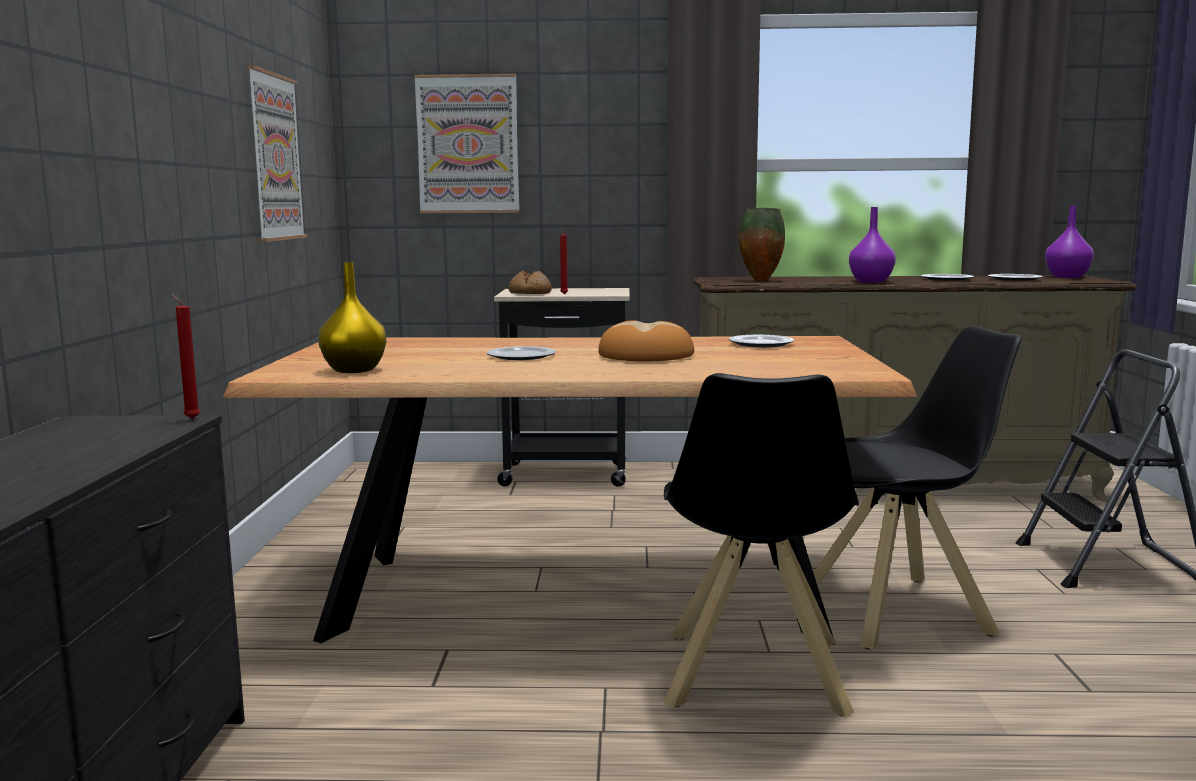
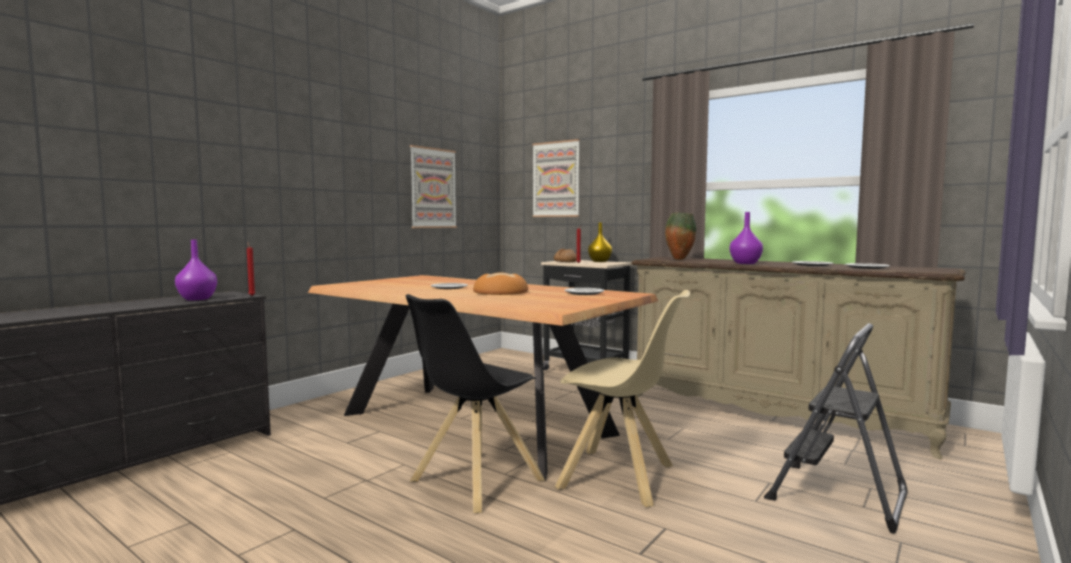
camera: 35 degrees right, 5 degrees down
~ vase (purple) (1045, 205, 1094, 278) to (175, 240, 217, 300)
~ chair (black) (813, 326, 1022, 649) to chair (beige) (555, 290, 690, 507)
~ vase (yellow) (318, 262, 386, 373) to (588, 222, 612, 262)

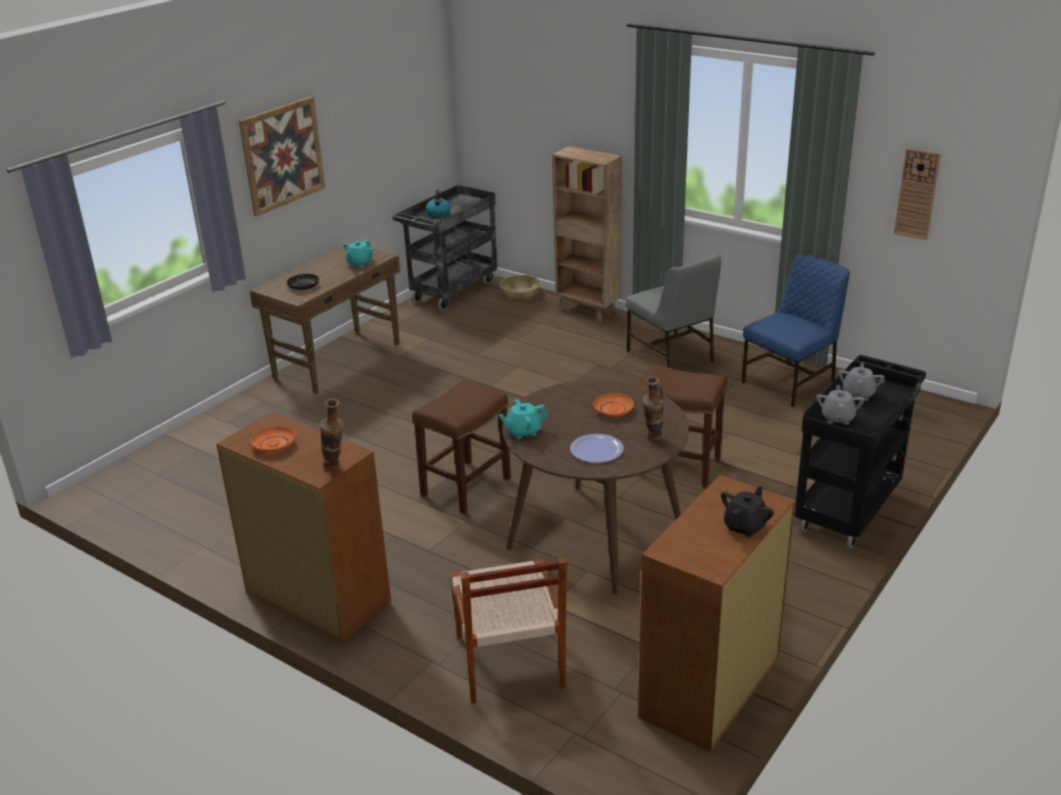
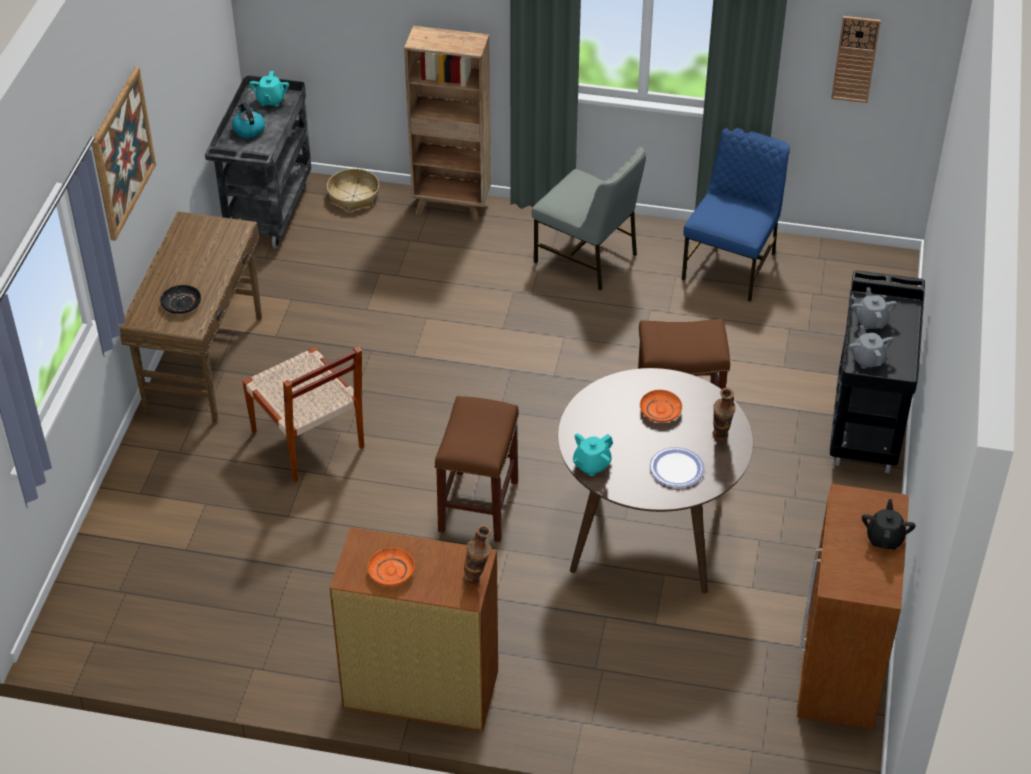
camera: 25 degrees left, 15 degrees up
~ chair (450, 557, 567, 704) to (242, 346, 364, 482)
~ teapot (turquoise) (343, 240, 373, 268) to (249, 71, 289, 106)

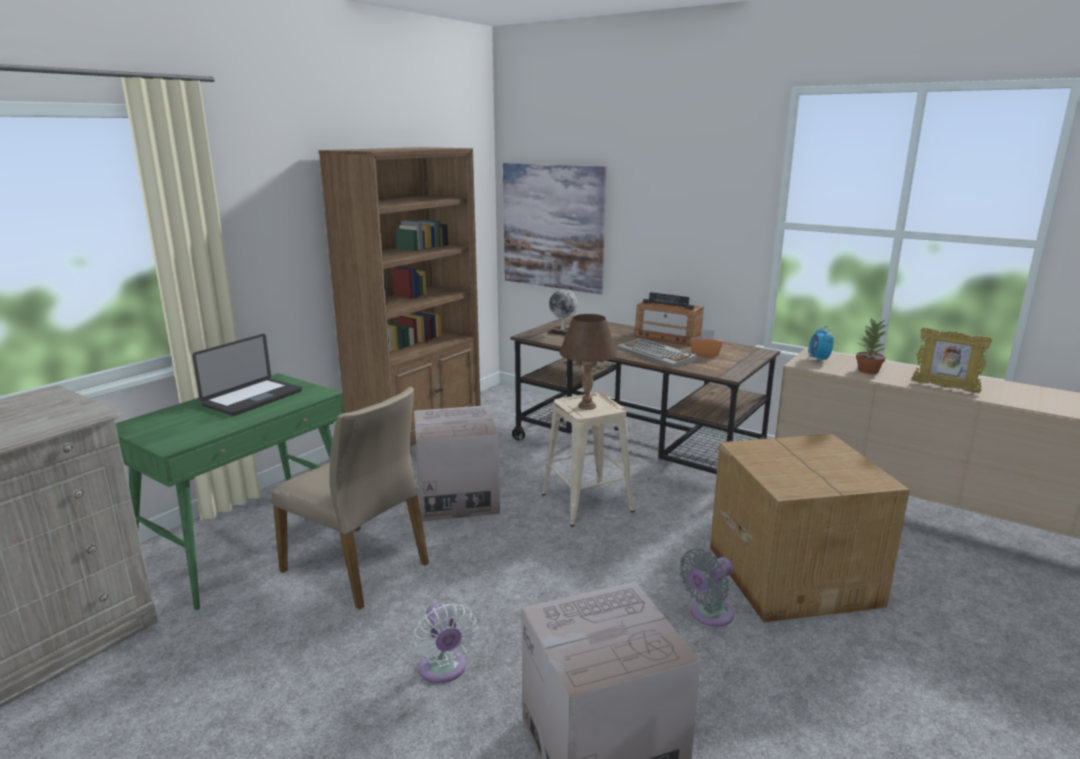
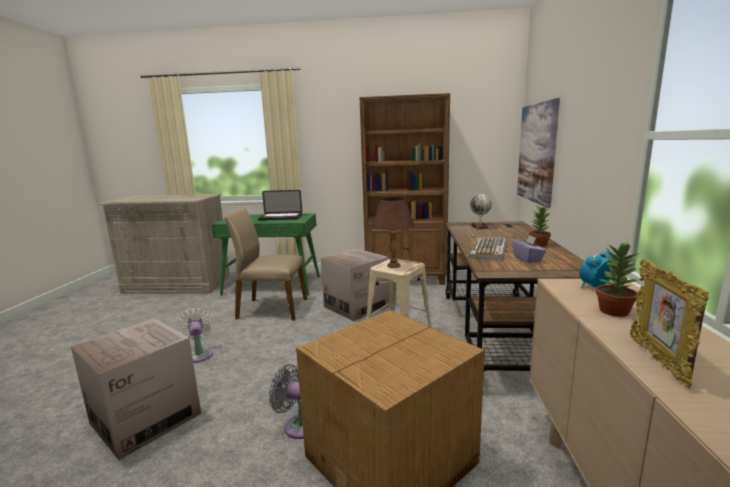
camera: 60 degrees right, 5 degrees down
~ fan (white) (413, 603, 478, 684) = (177, 308, 213, 363) 120 degrees clockwise
~ chair (beige) (271, 387, 429, 610) = (224, 208, 307, 321) 90 degrees clockwise
~ tissue box (orange) (690, 329, 723, 357) to tissue box (purple) (512, 235, 546, 263)
~ radio (634, 292, 704, 346) to potted plant (529, 205, 551, 247)

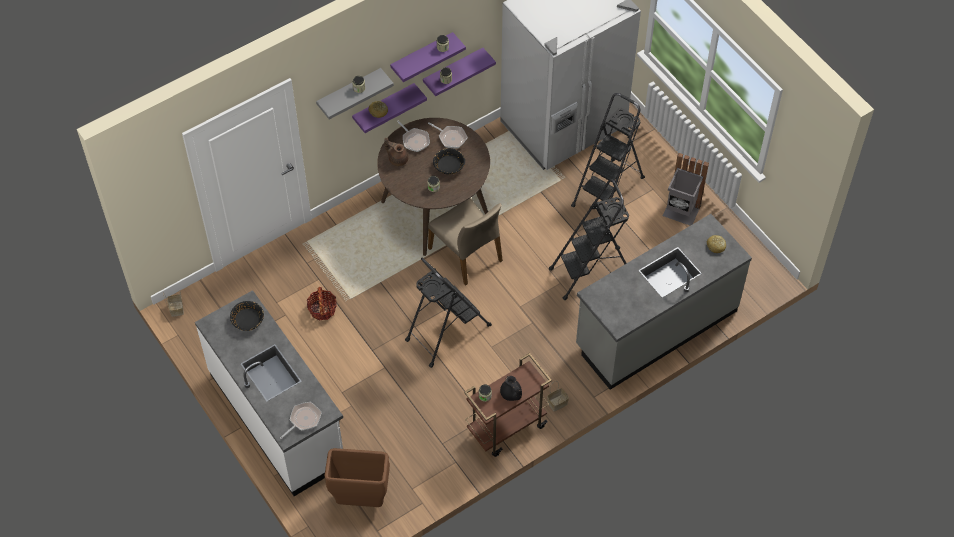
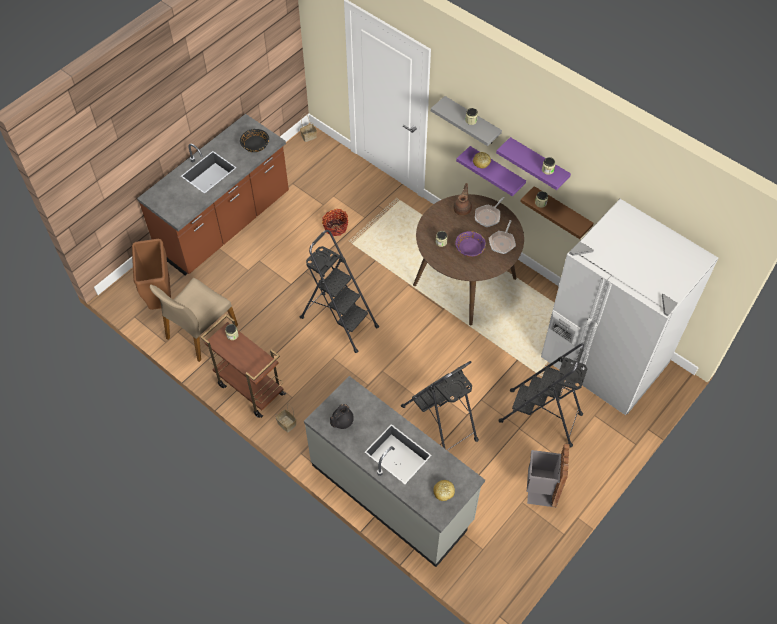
camera: 75 degrees right, 0 degrees up
~ counter (white) (195, 290, 343, 496) to counter (brown) (137, 114, 289, 275)
~ chair (beige) (428, 198, 503, 286) to (150, 278, 238, 362)
~ teapot (black) (500, 376, 522, 401) to (330, 404, 354, 429)
~ bowl (black) (433, 148, 465, 175) to bowl (purple) (455, 231, 486, 257)
~ shelf (purple) (423, 48, 496, 96) to shelf (brown) (520, 186, 593, 239)
- frying pan (280, 402, 322, 439)

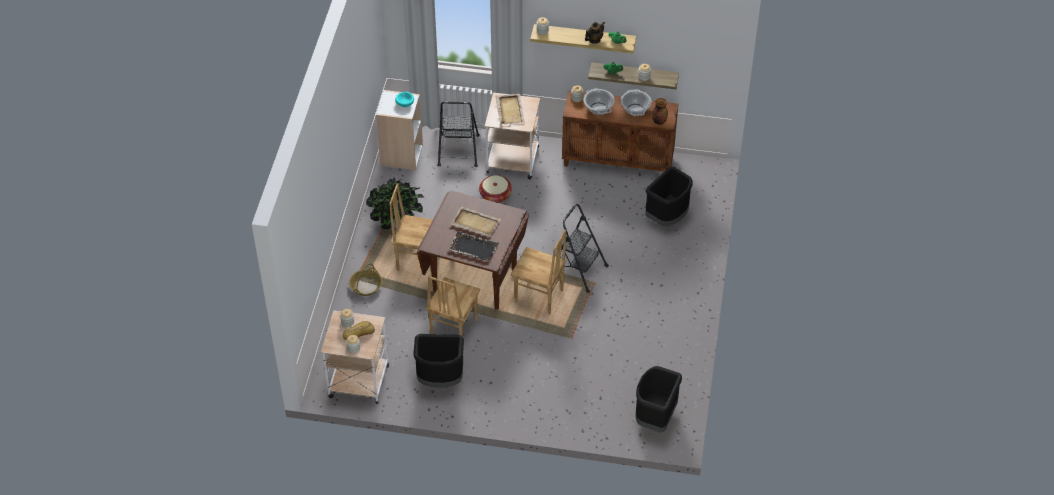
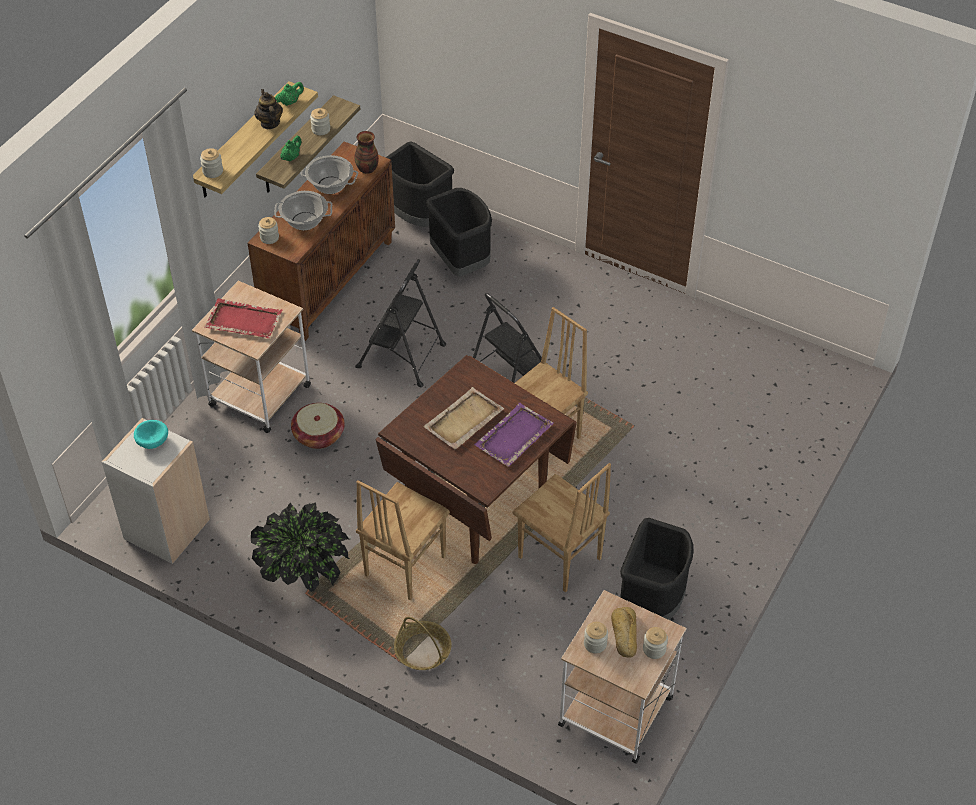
camera: 70 degrees left, 0 degrees up
~ tray (beige) (495, 94, 525, 125) to tray (red) (204, 298, 283, 338)
~ step ladder (black) (437, 101, 480, 167) to (355, 259, 446, 387)
~ trash can (black) (636, 366, 682, 433) to (386, 142, 454, 227)
~ tray (black) (448, 231, 499, 261) to tray (purple) (474, 403, 554, 467)

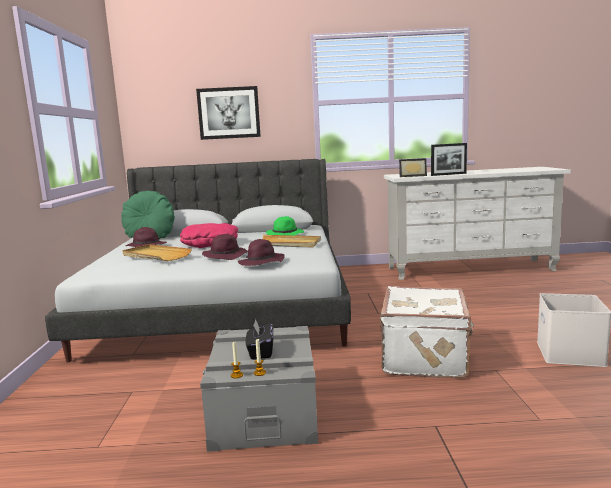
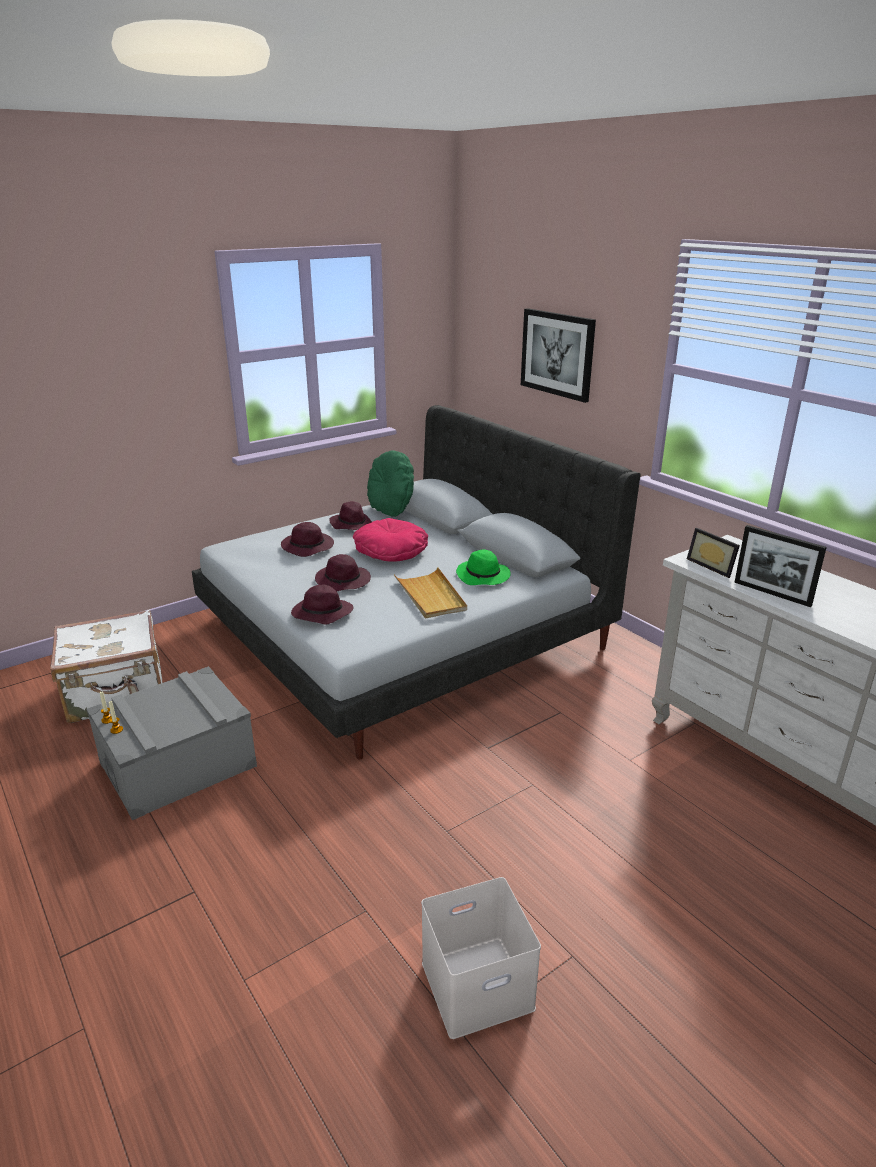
camera: 55 degrees right, 15 degrees up
~ suitcase (white) (380, 286, 474, 378) to (50, 610, 162, 723)
~ tray (beige) (122, 244, 192, 261) to hat (purple) (281, 522, 334, 557)
- tissue box (black) (246, 319, 273, 359)

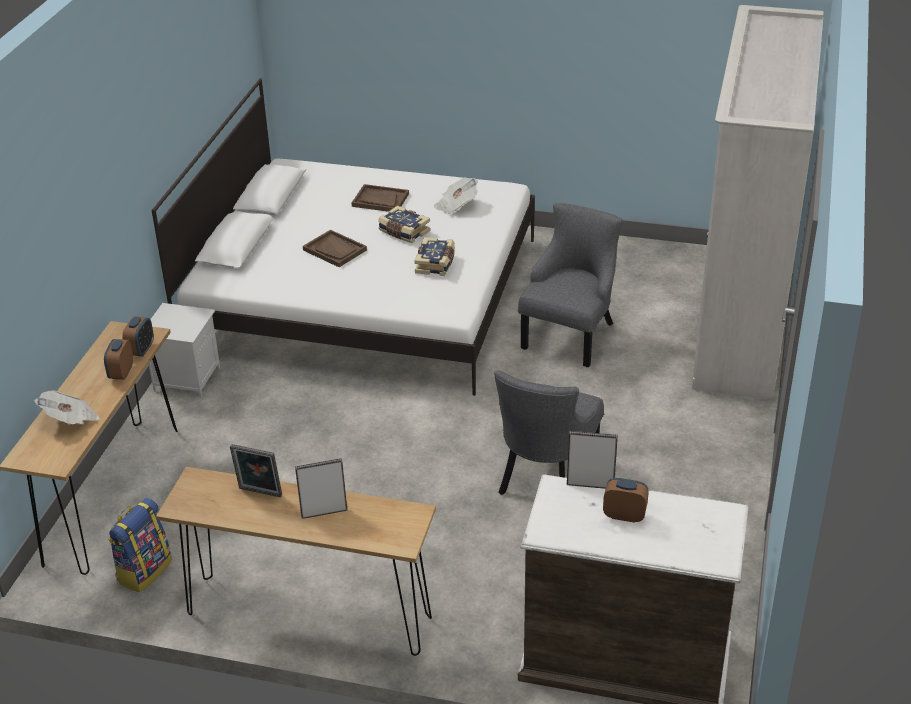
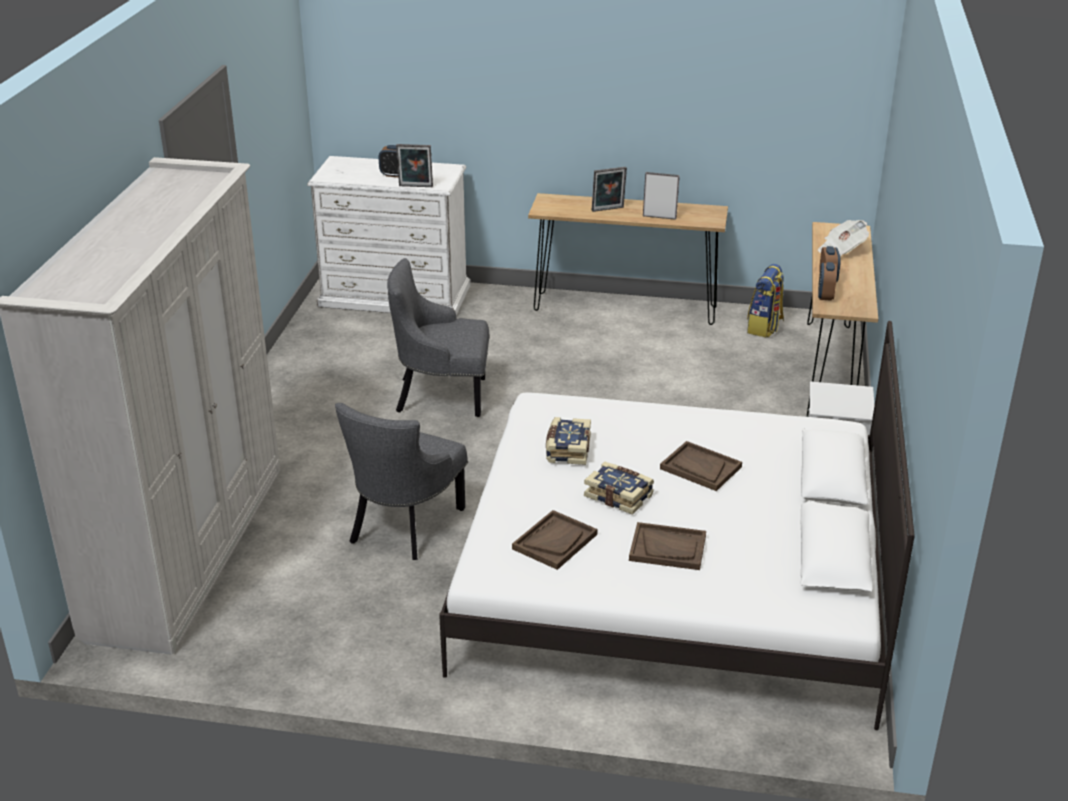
camera: 175 degrees right, 5 degrees down
~ armchair (grey) (494, 371, 604, 495) = (387, 258, 490, 417) 105 degrees counterclockwise
~ newspaper (434, 177, 478, 214) to tray (brown) (512, 510, 597, 570)

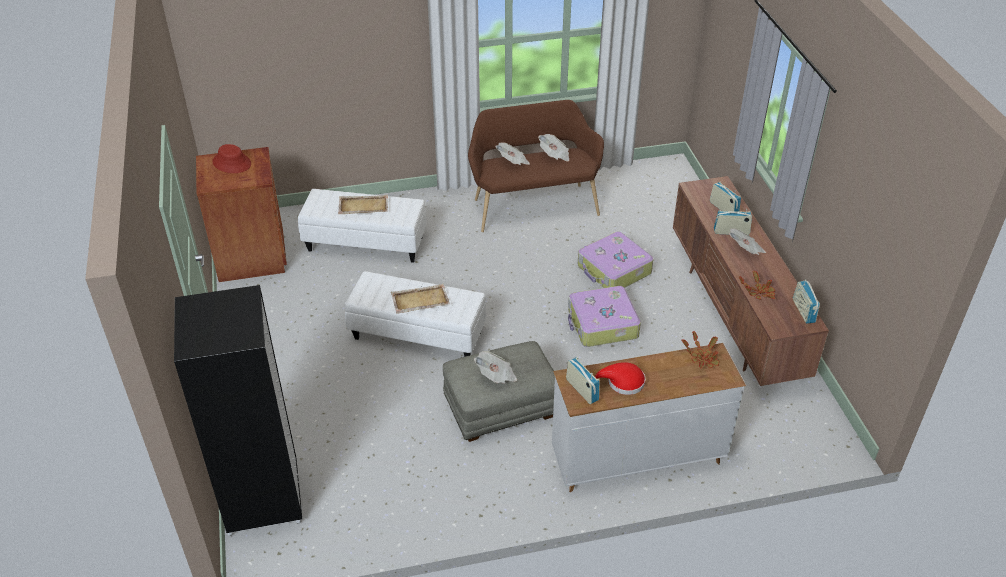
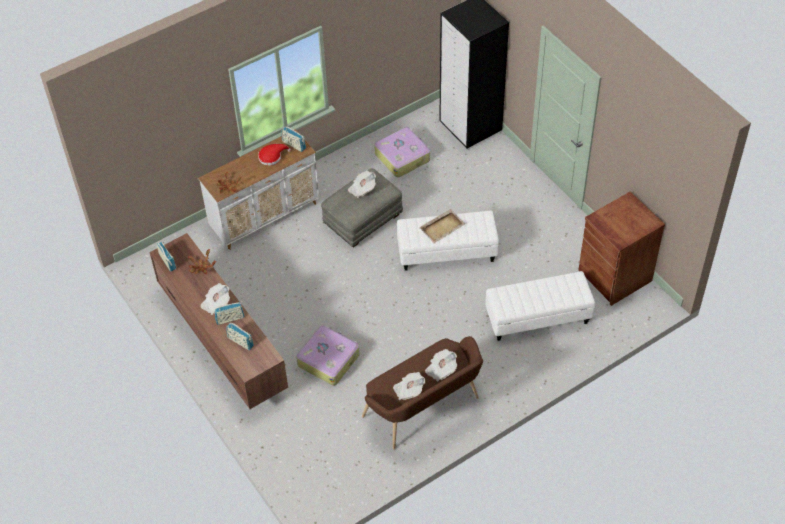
camera: 160 degrees right, 10 degrees up
~ suitcase (568, 286, 641, 347) to (374, 127, 430, 177)
- hat (red) (213, 144, 251, 173)
- tray (beige) (338, 194, 388, 214)

